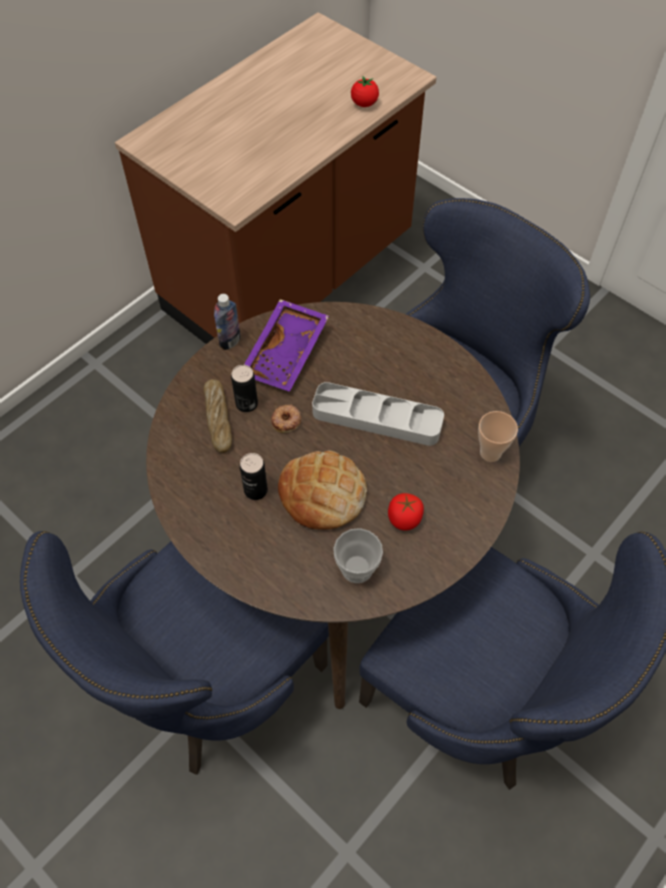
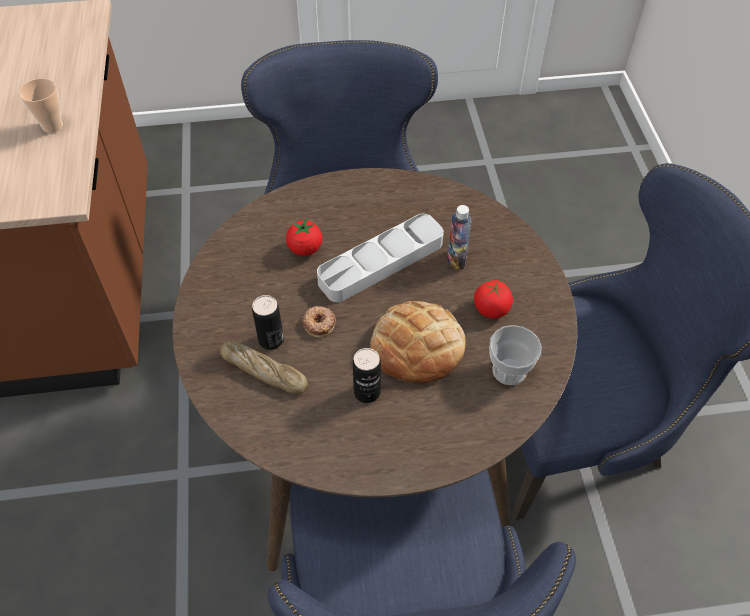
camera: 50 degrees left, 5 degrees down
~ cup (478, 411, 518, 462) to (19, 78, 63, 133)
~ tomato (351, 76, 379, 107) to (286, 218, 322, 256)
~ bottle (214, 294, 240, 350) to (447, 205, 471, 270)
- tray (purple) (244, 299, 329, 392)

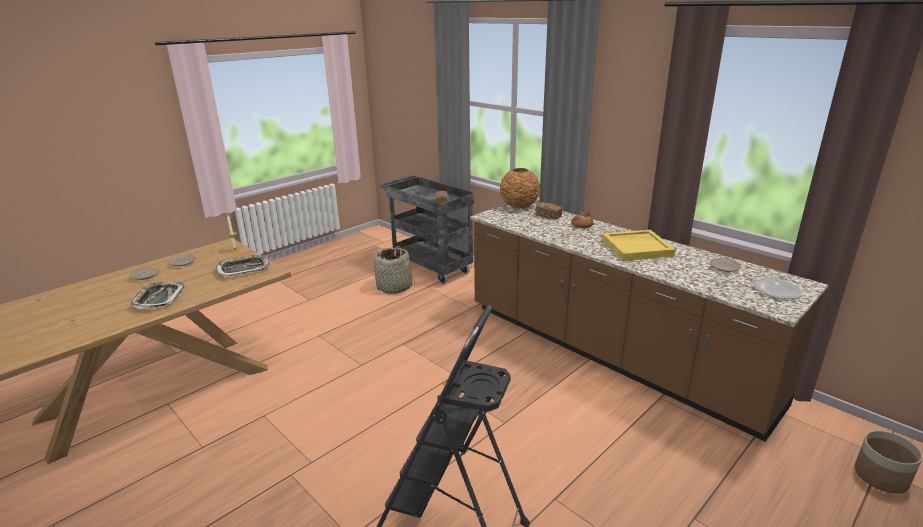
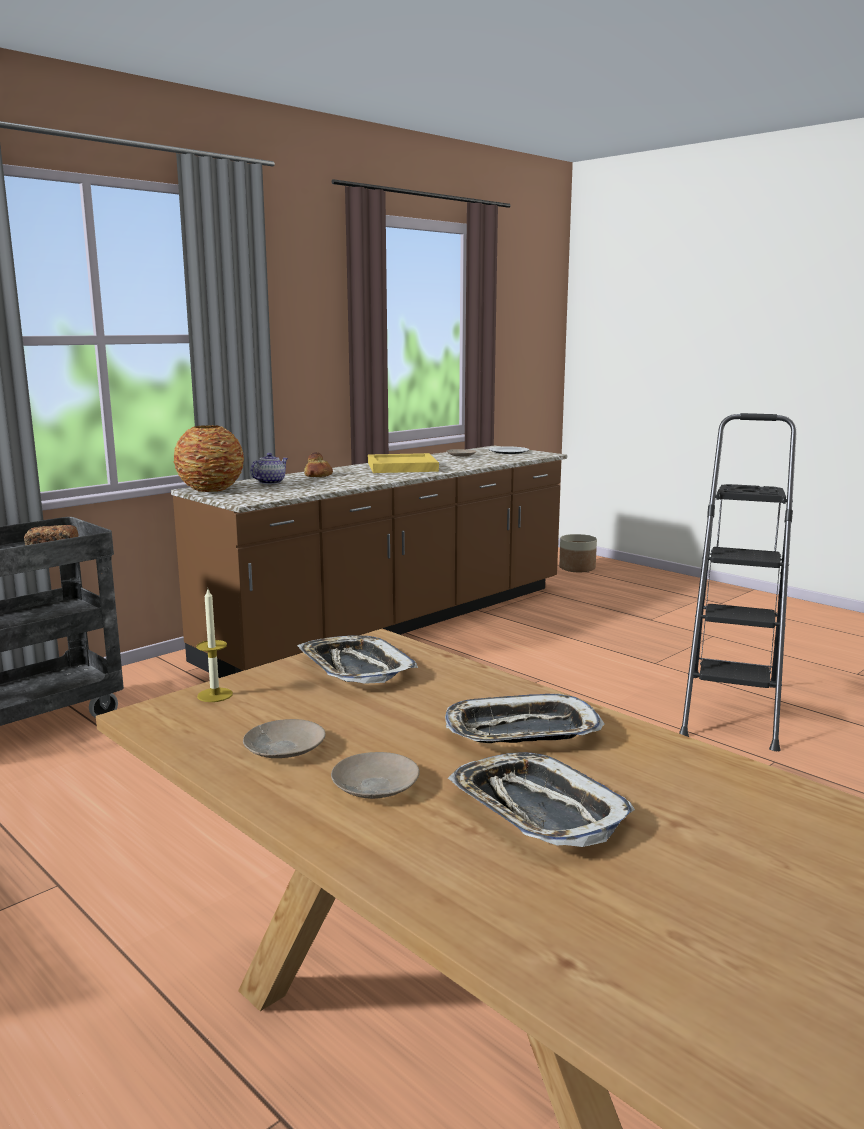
camera: 90 degrees left, 10 degrees down
~ bread (535, 202, 562, 220) to teapot (250, 453, 288, 484)
+ tray (448, 752, 635, 847)
- basket (374, 246, 415, 294)

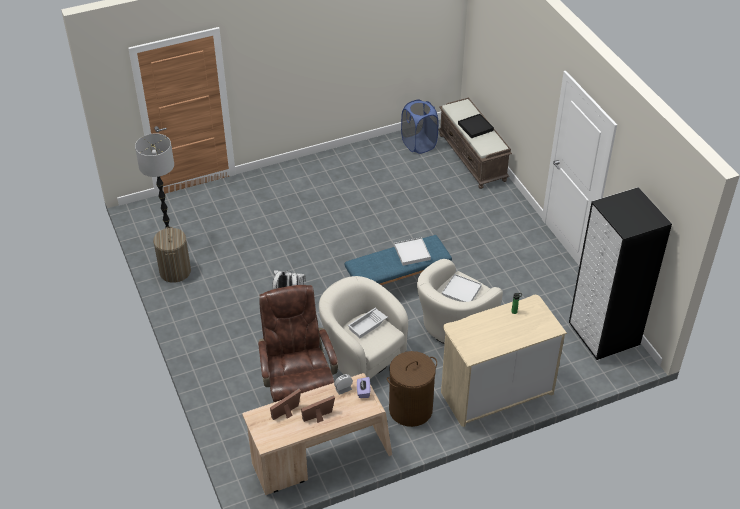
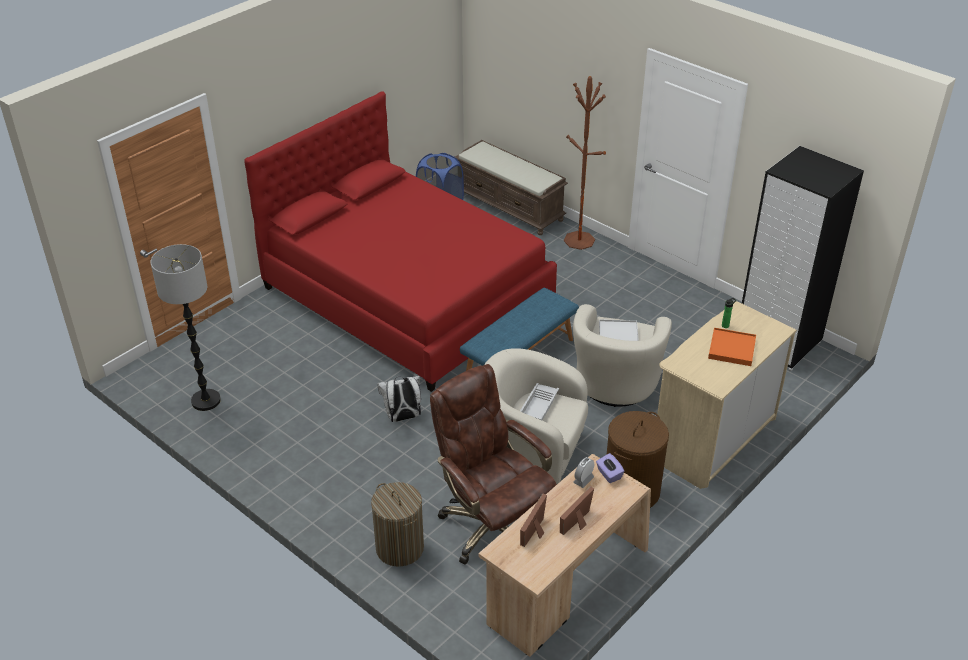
camera: 25 degrees left, 5 degrees down
+ bed (red) (244, 91, 557, 392)
~ laundry basket (153, 227, 191, 283) to (371, 482, 424, 567)
+ clothes rack (brown) (564, 76, 606, 250)
+ tray (orange) (708, 328, 756, 366)
- tray (white) (394, 237, 431, 266)
- tray (black) (458, 114, 494, 138)

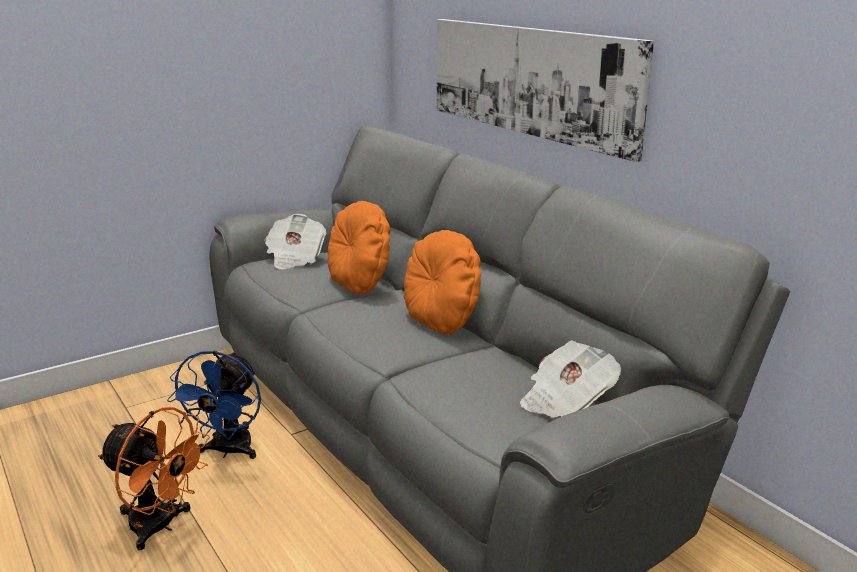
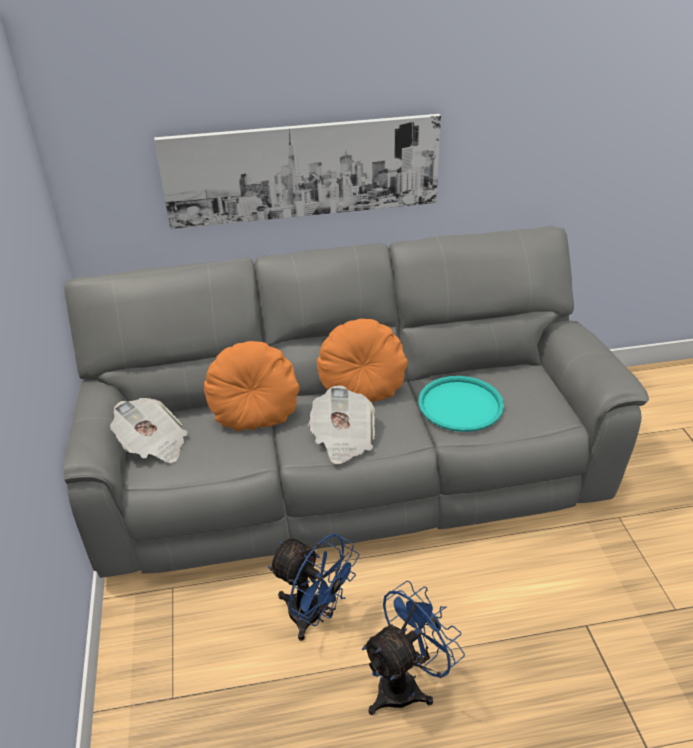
camera: 65 degrees left, 15 degrees up
~ newspaper (520, 340, 621, 418) to (308, 385, 375, 464)
~ fan (orange) (98, 407, 210, 550) to fan (blue) (362, 581, 465, 715)
+ tray (turquoise) (419, 376, 504, 432)

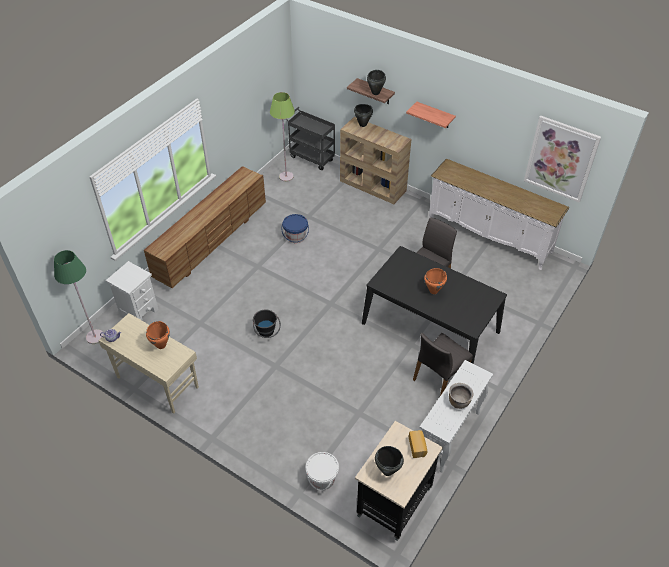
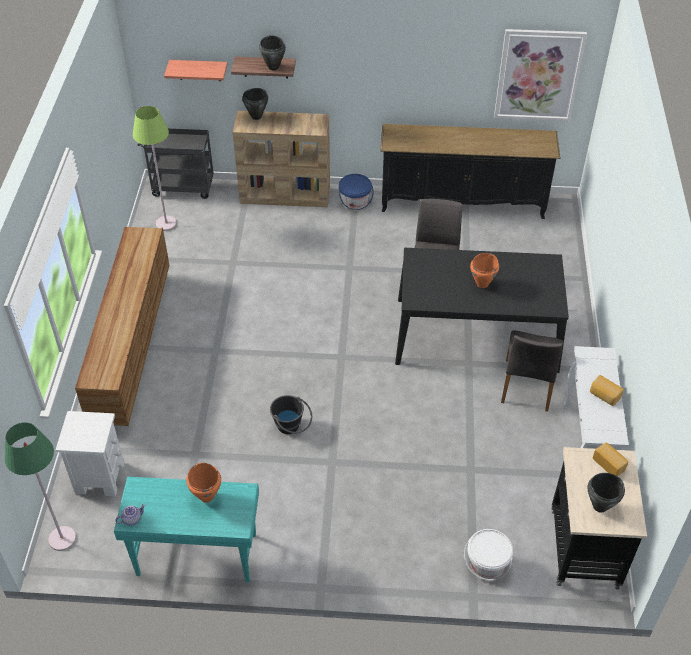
camera: 30 degrees left, 0 degrees up
~ console table (beige) (98, 313, 199, 414) to console table (turquoise) (114, 477, 259, 583)
~ shelf (406, 102, 456, 128) to (164, 60, 228, 81)
~ bucket (blue) (281, 214, 309, 243) to (339, 174, 374, 211)
~ dresser (white) (429, 159, 569, 270) to dresser (black) (381, 124, 560, 219)
~ cooking pot (brown) (449, 383, 473, 409) to bread (590, 375, 624, 406)

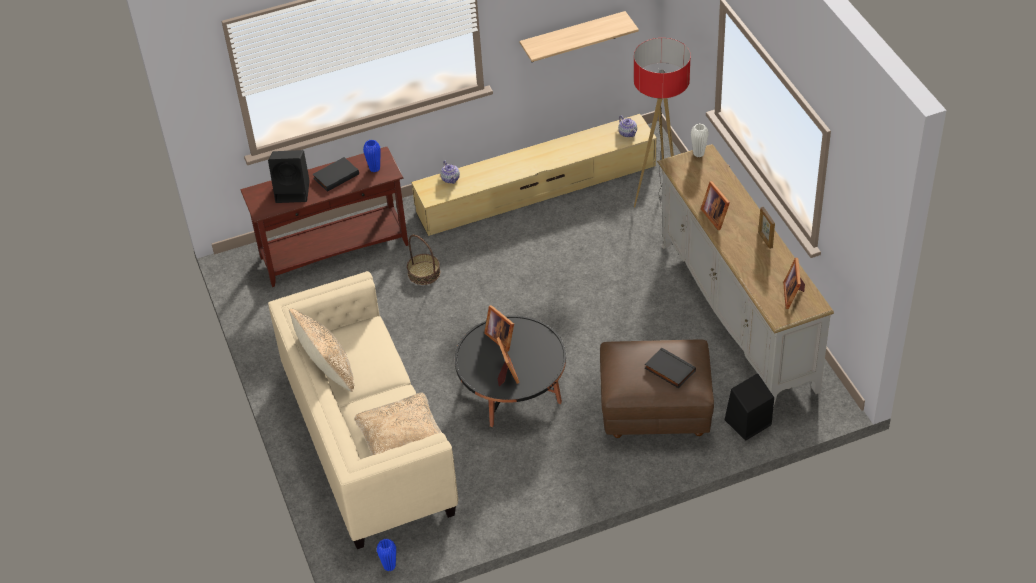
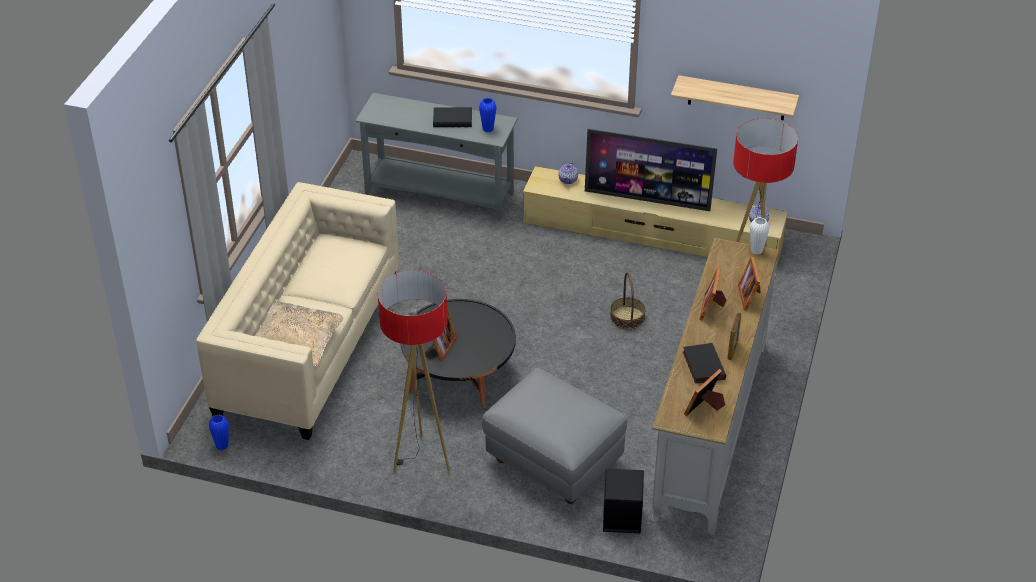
camera: 35 degrees right, 5 degrees down
~ console table (brown) (240, 147, 408, 287) to console table (grey) (355, 93, 518, 221)
+ floor lamp (378, 270, 450, 473)
~ ottoman (brown) (600, 340, 714, 438) to ottoman (grey) (482, 367, 627, 504)
+ television (585, 129, 717, 211)
~ basket (407, 235, 440, 285) to (610, 272, 646, 329)
~ book (black) (645, 348, 696, 388) to (683, 343, 726, 384)
~ picture frame (484, 305, 514, 352) to (738, 257, 760, 310)
- speaker (black) (268, 150, 310, 203)
- pillow (beige) (289, 308, 354, 392)

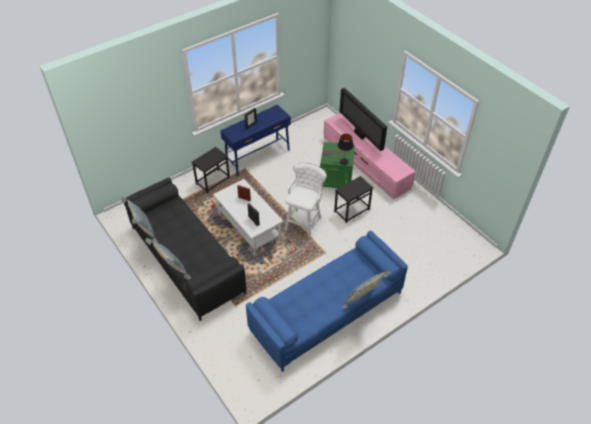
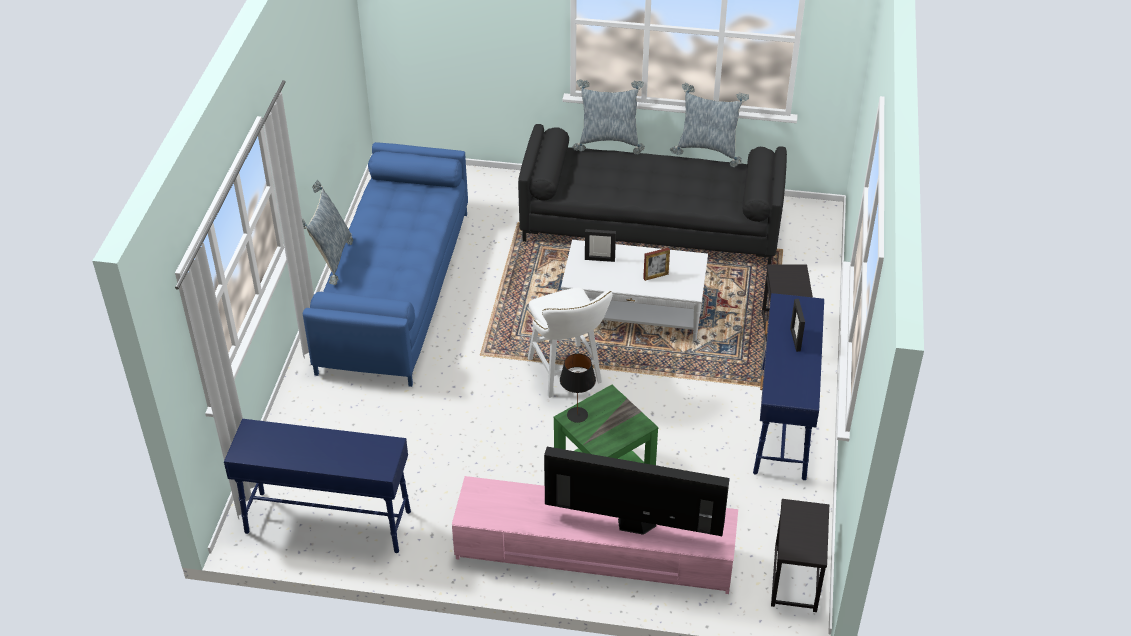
camera: 135 degrees right, 5 degrees down
+ console table (blue) (224, 419, 411, 553)
~ side table (black) (334, 176, 373, 223) to (771, 499, 829, 612)

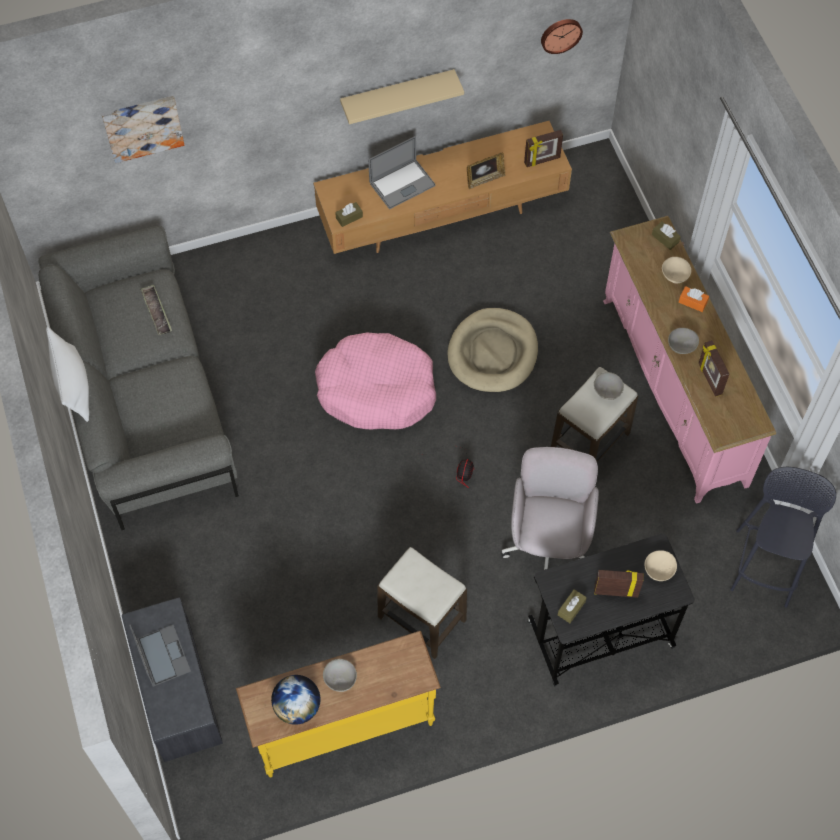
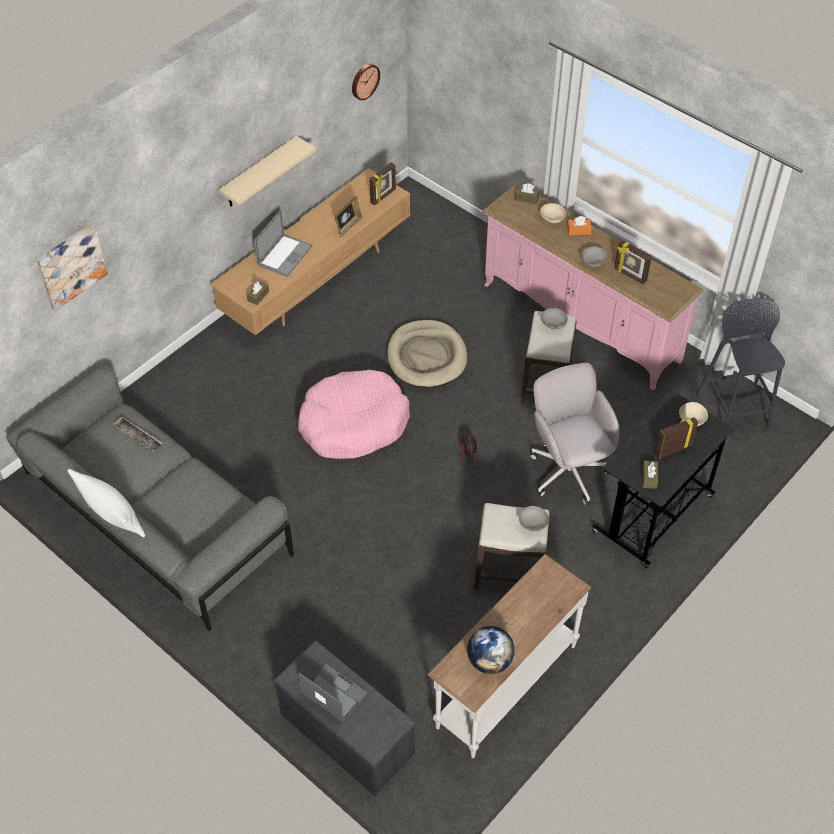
camera: 30 degrees left, 10 degrees down
~ console table (yellow) (236, 631, 441, 778) to console table (white) (427, 554, 592, 758)
~ bowl (grey) (323, 659, 357, 692) to (519, 506, 549, 532)

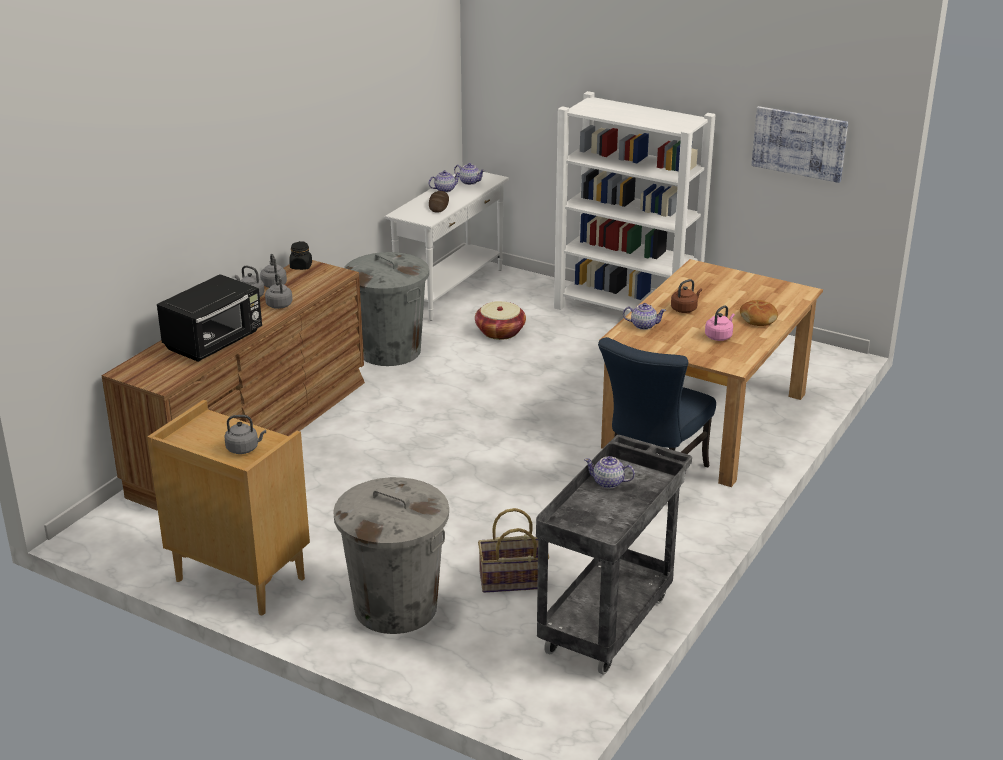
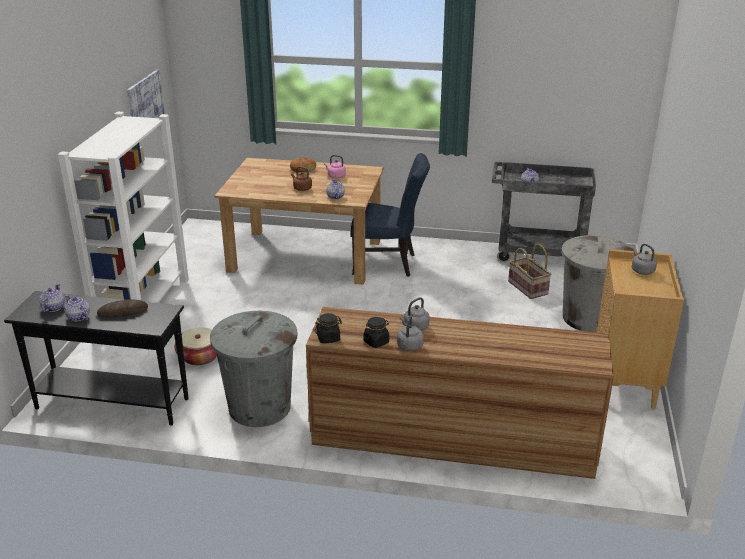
camera: 110 degrees left, 0 degrees up
~ console table (white) (385, 171, 509, 321) to console table (black) (4, 291, 189, 426)
~ kettle (grey) (260, 254, 287, 288) to jar (black) (363, 317, 389, 348)
- microwave (black) (157, 274, 262, 362)

